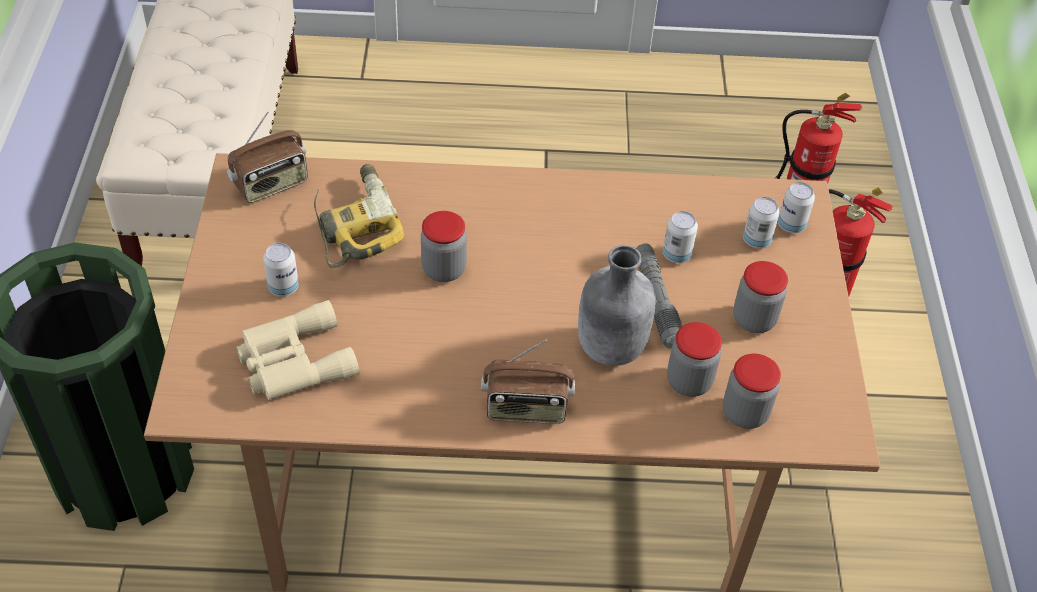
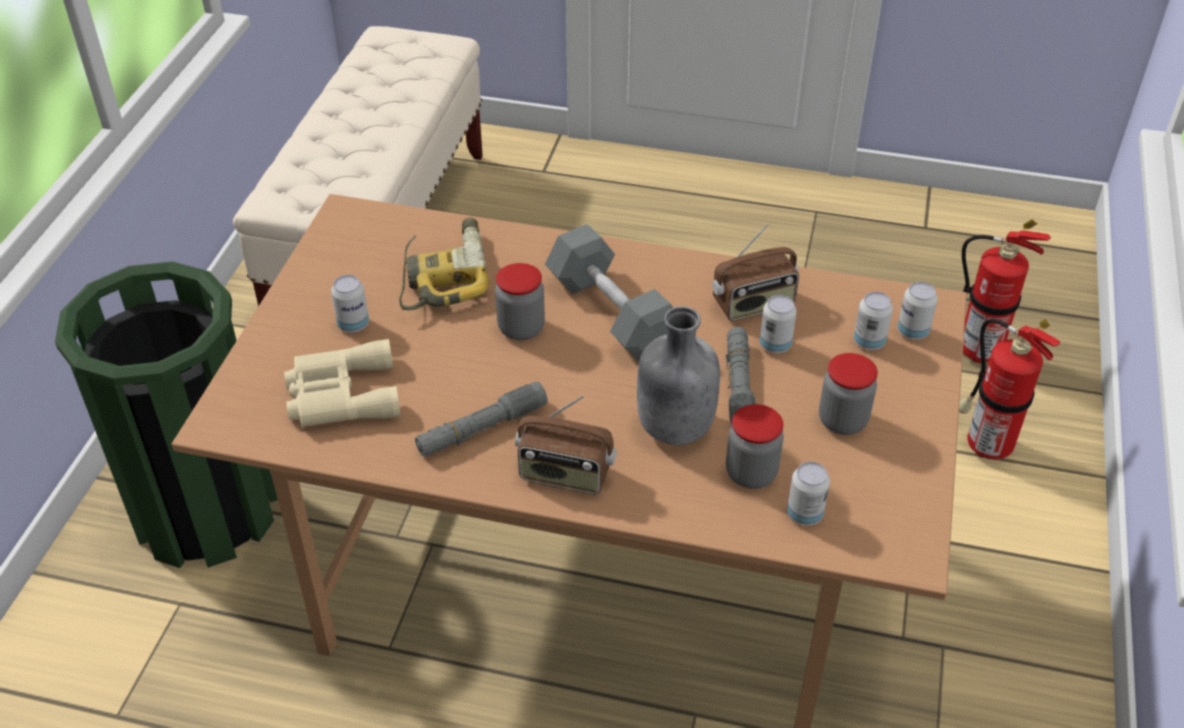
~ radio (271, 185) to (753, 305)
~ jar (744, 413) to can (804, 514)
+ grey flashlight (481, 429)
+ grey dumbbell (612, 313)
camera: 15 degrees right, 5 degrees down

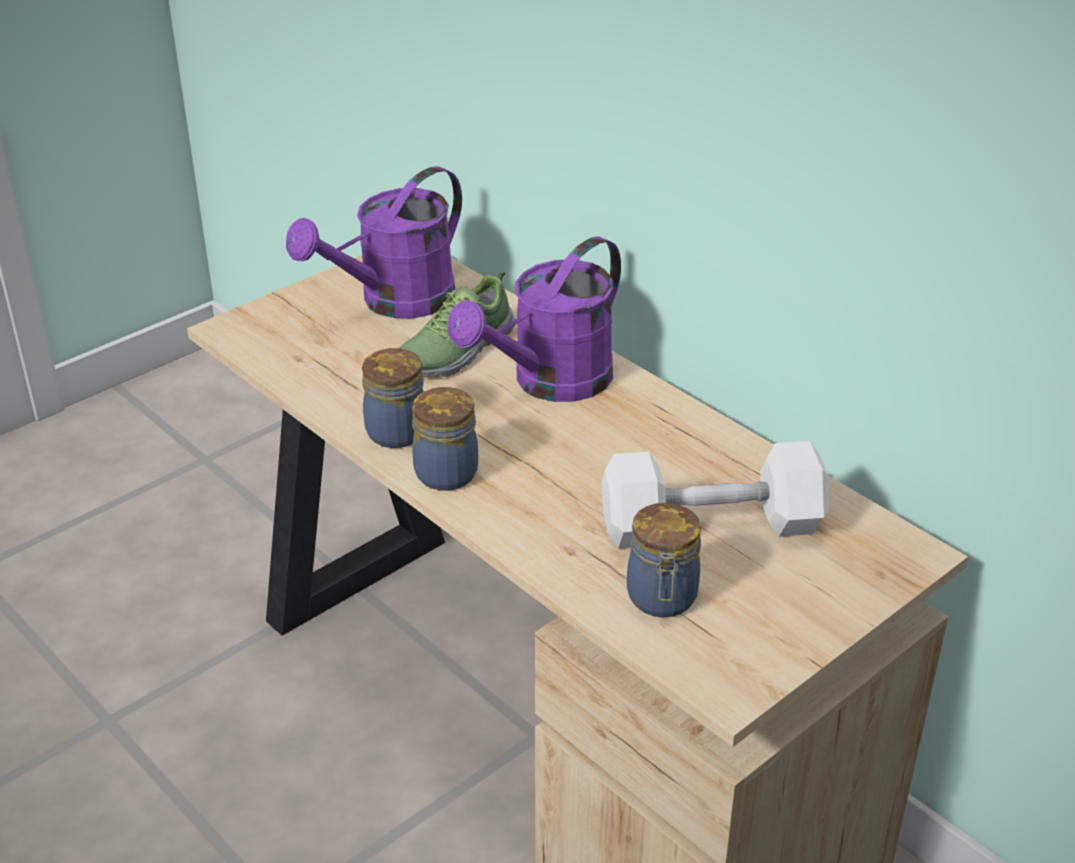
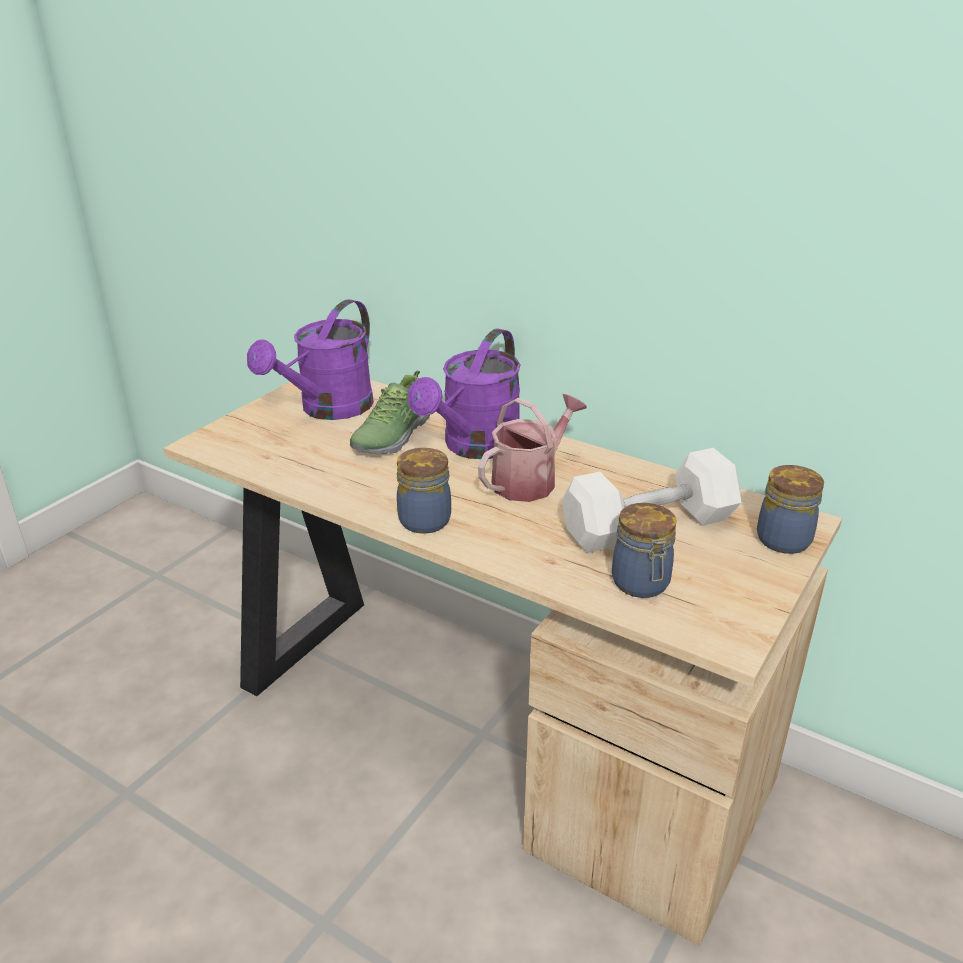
~ jar (397, 430) to (782, 538)
+ watering can (530, 480)
camera: 15 degrees left, 5 degrees down

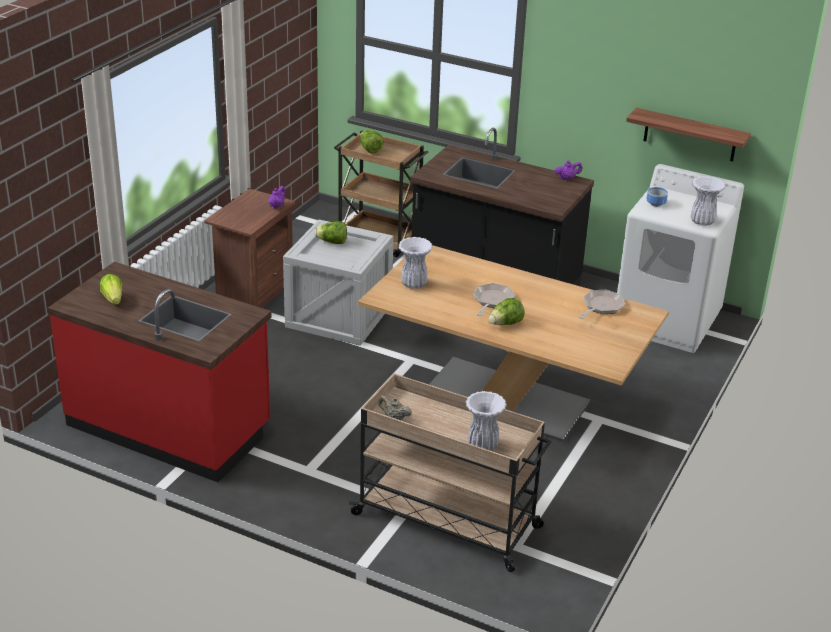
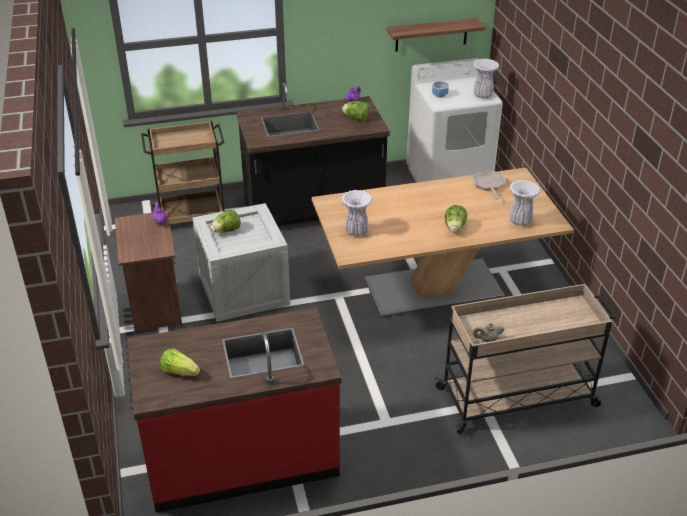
~ lettuce (370, 149) to (356, 118)
~ white vase (483, 446) to (520, 221)
- frying pan (492, 301)
camera: 40 degrees left, 5 degrees up

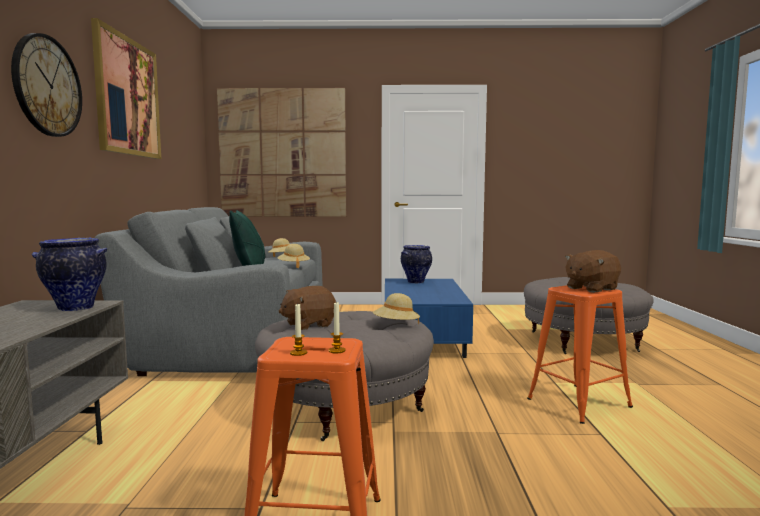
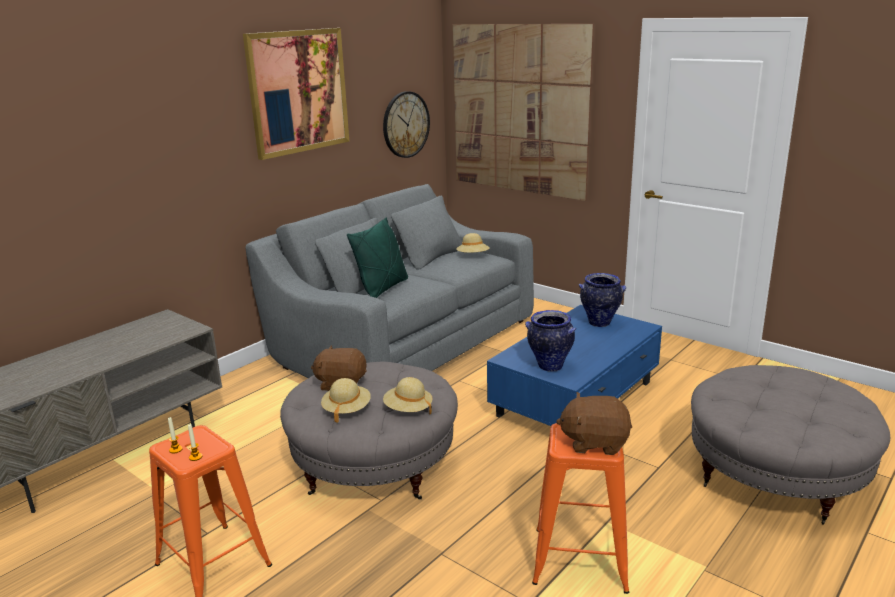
~ wall clock (47, 86) to (405, 124)
~ vase (74, 308) to (549, 366)
~ beige hat (293, 266) to (346, 410)
camera: 40 degrees right, 15 degrees up

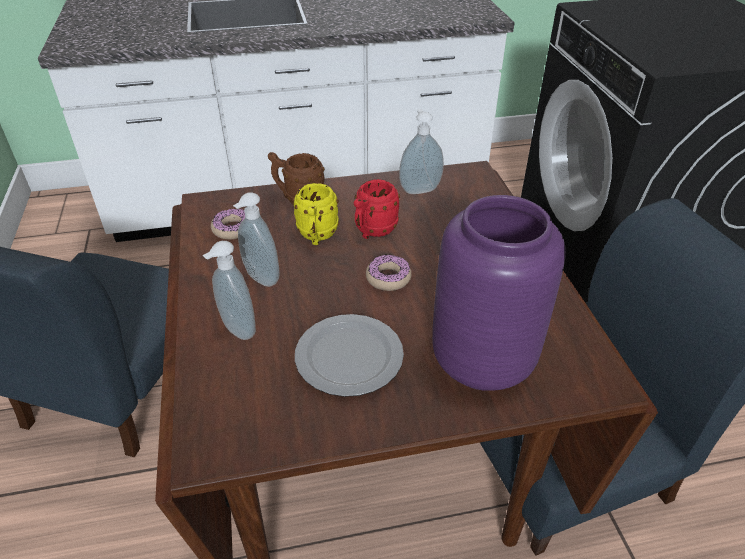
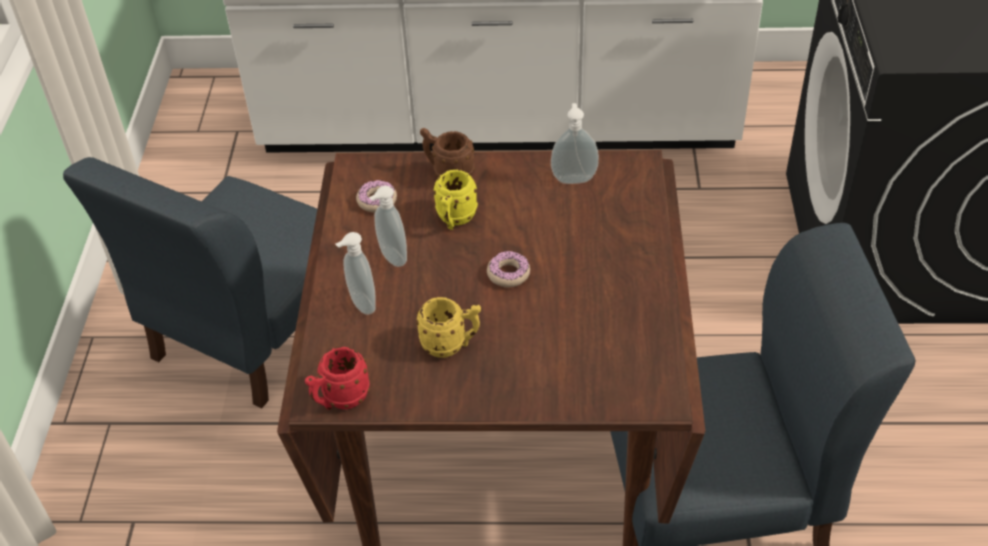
~ plate (350, 358) to yellow mug (451, 344)
~ red mug (373, 231) to (340, 399)
- purple vase (480, 361)
camera: 15 degrees right, 5 degrees up

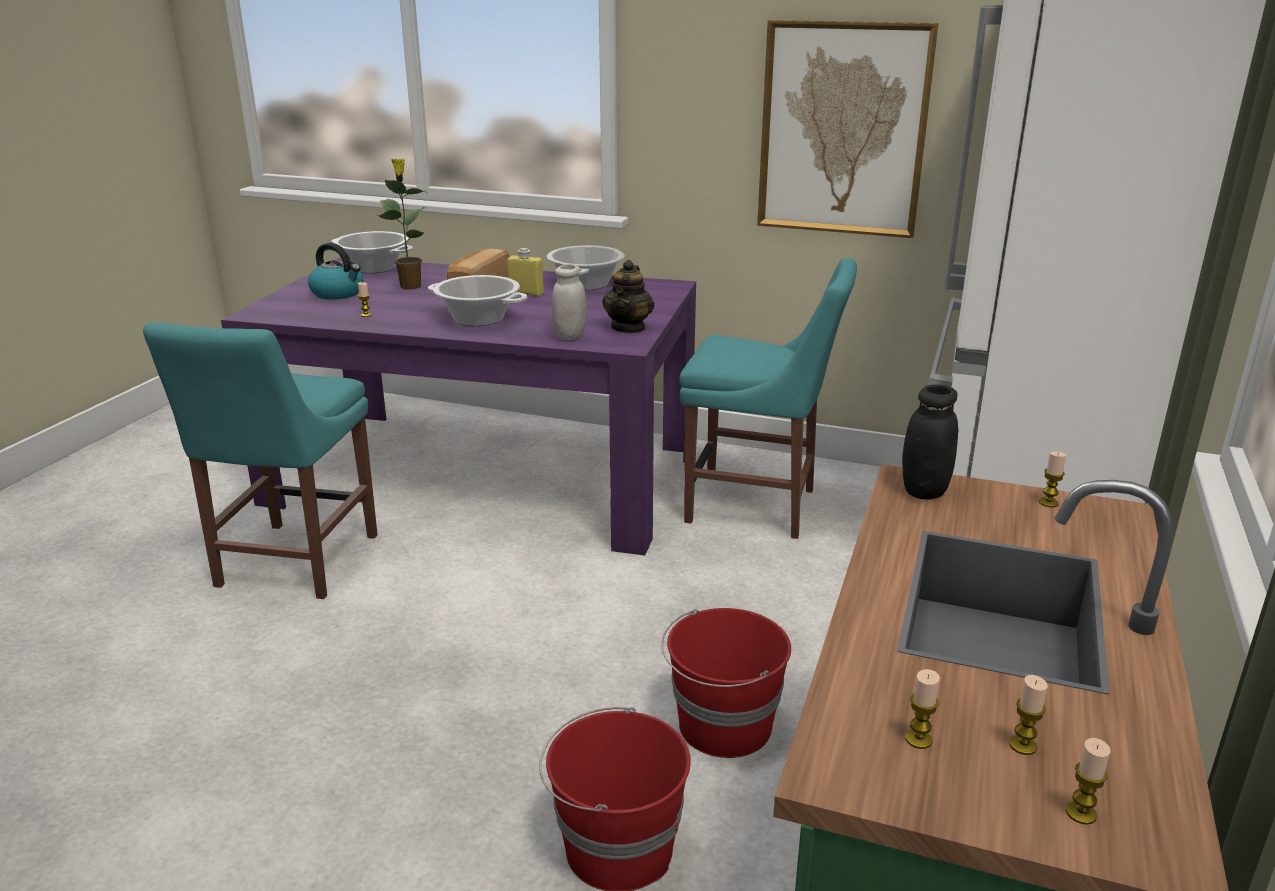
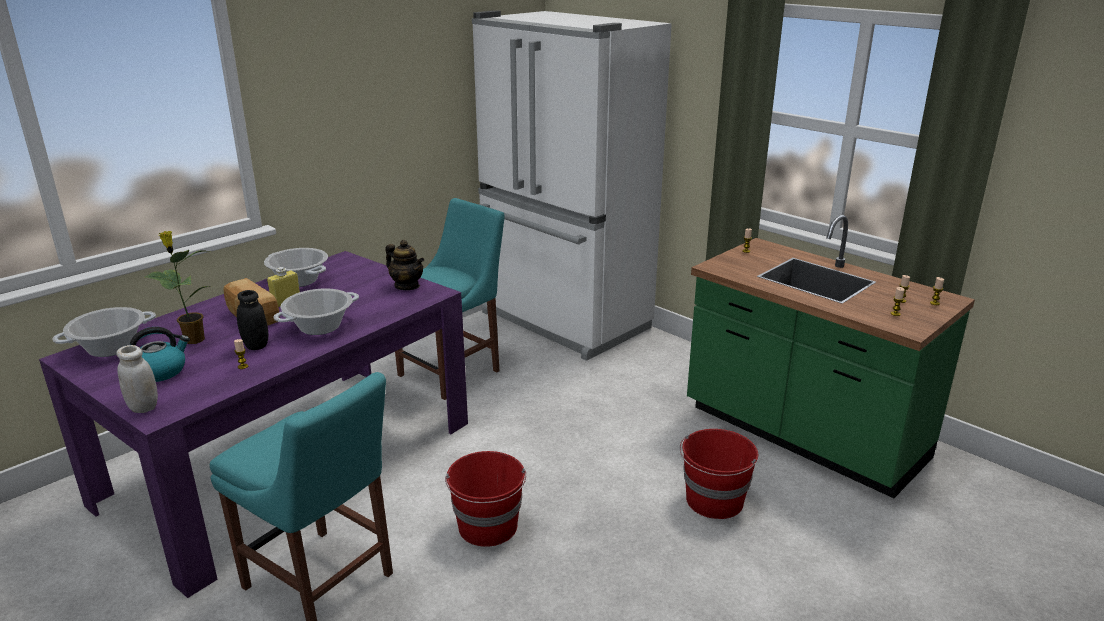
~ white jar (570, 336) to (143, 407)
~ red bucket (723, 727) to (488, 527)
- picture (843, 129)
~ black jar (924, 491) to (256, 345)
camera: 65 degrees left, 0 degrees up

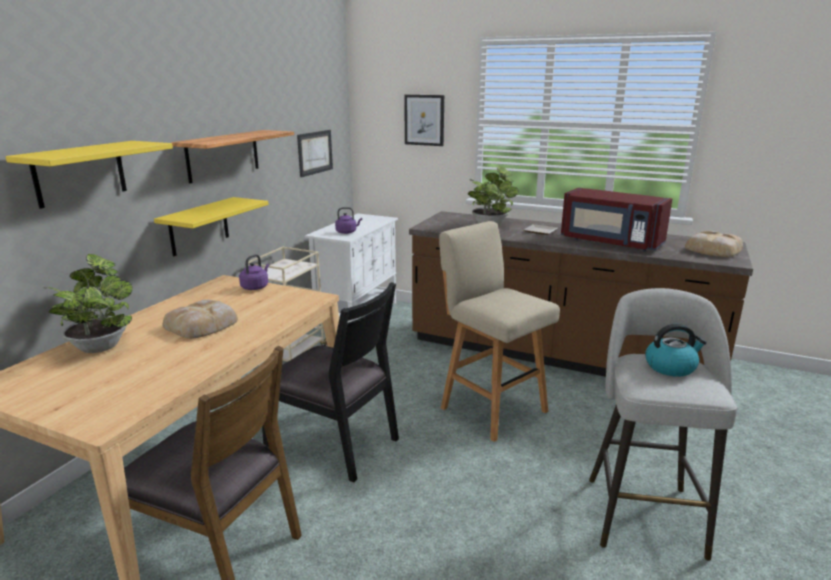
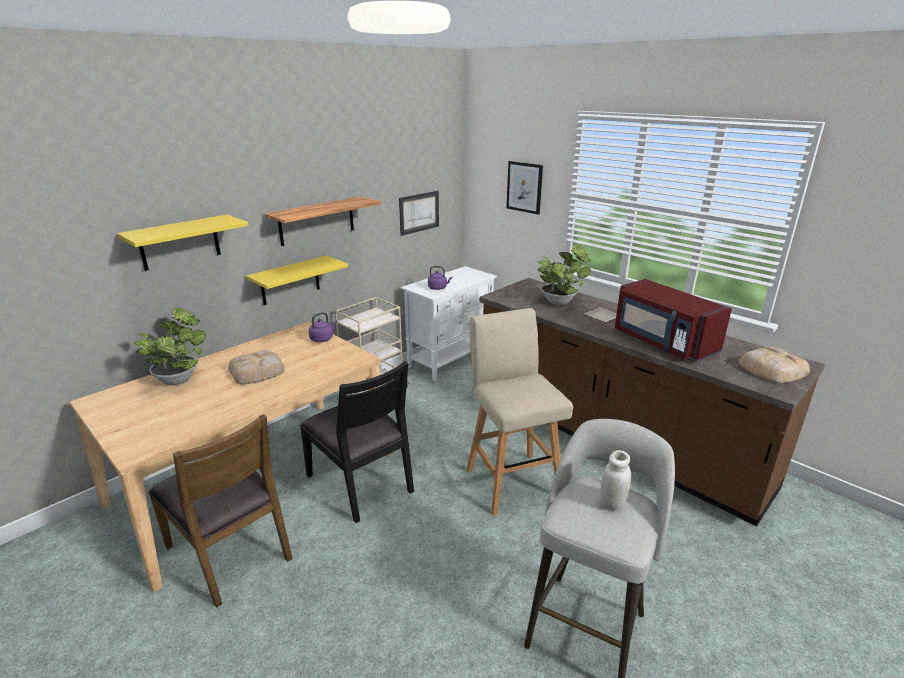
~ kettle (671, 367) to white jar (612, 503)
camera: 20 degrees right, 5 degrees up

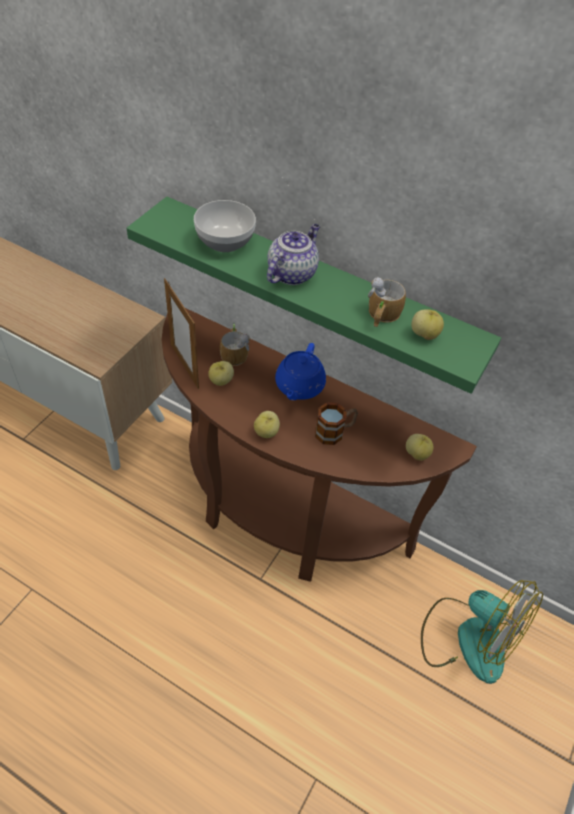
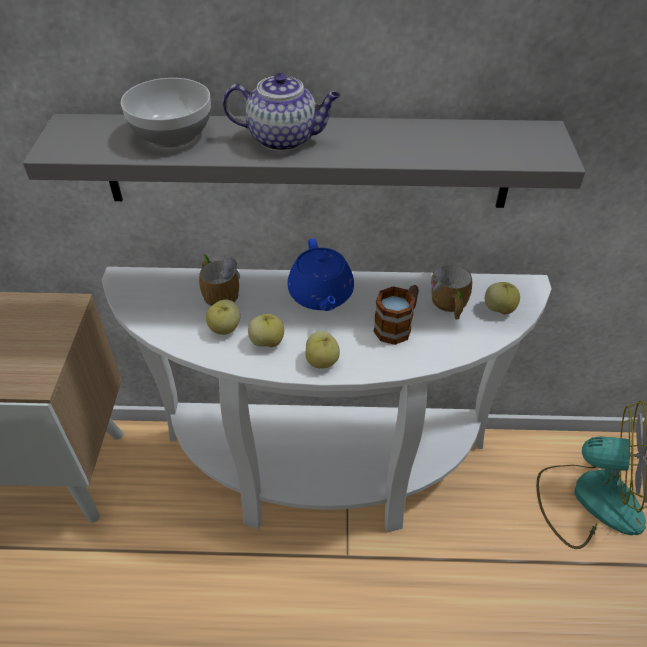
~ green shelf (317, 290) to grey shelf (307, 162)
~ brown console table (280, 515) to white console table (323, 473)
- picture frame (184, 366)
~ teapot (292, 273) = (284, 139) 90 degrees clockwise
~ mug (381, 315) to (450, 305)
~ apple (424, 334) to (267, 341)
camera: 25 degrees left, 5 degrees down

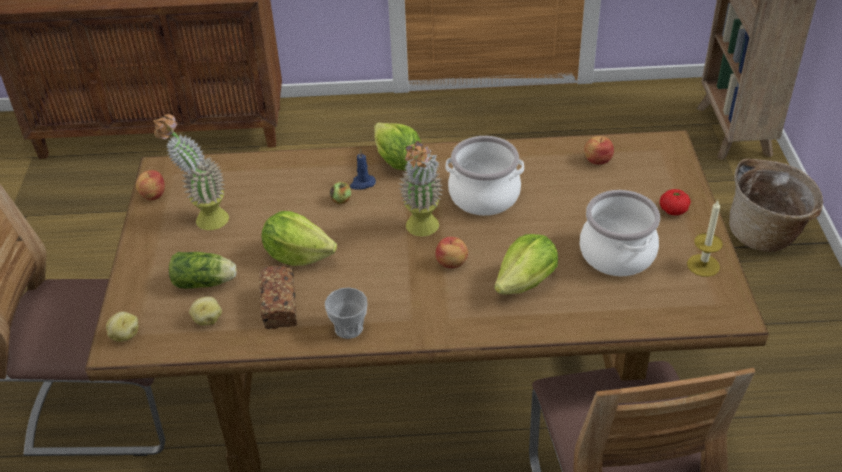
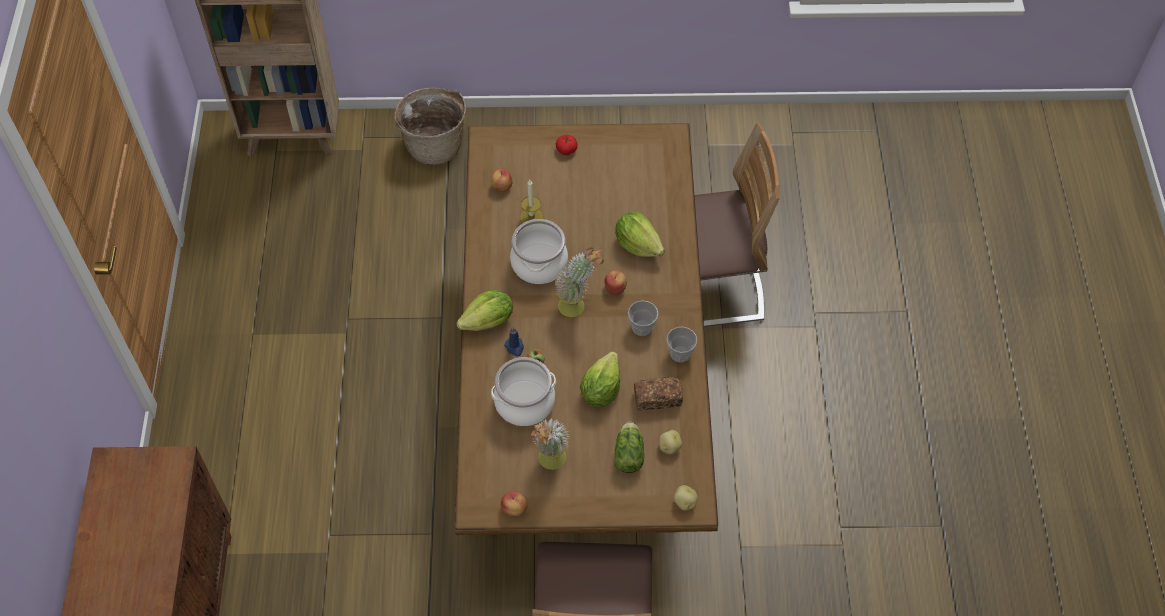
~ cooking pot (618, 254) to (524, 402)
~ candle (703, 265) to (531, 217)
+ cup (642, 327)
camera: 90 degrees left, 15 degrees up

